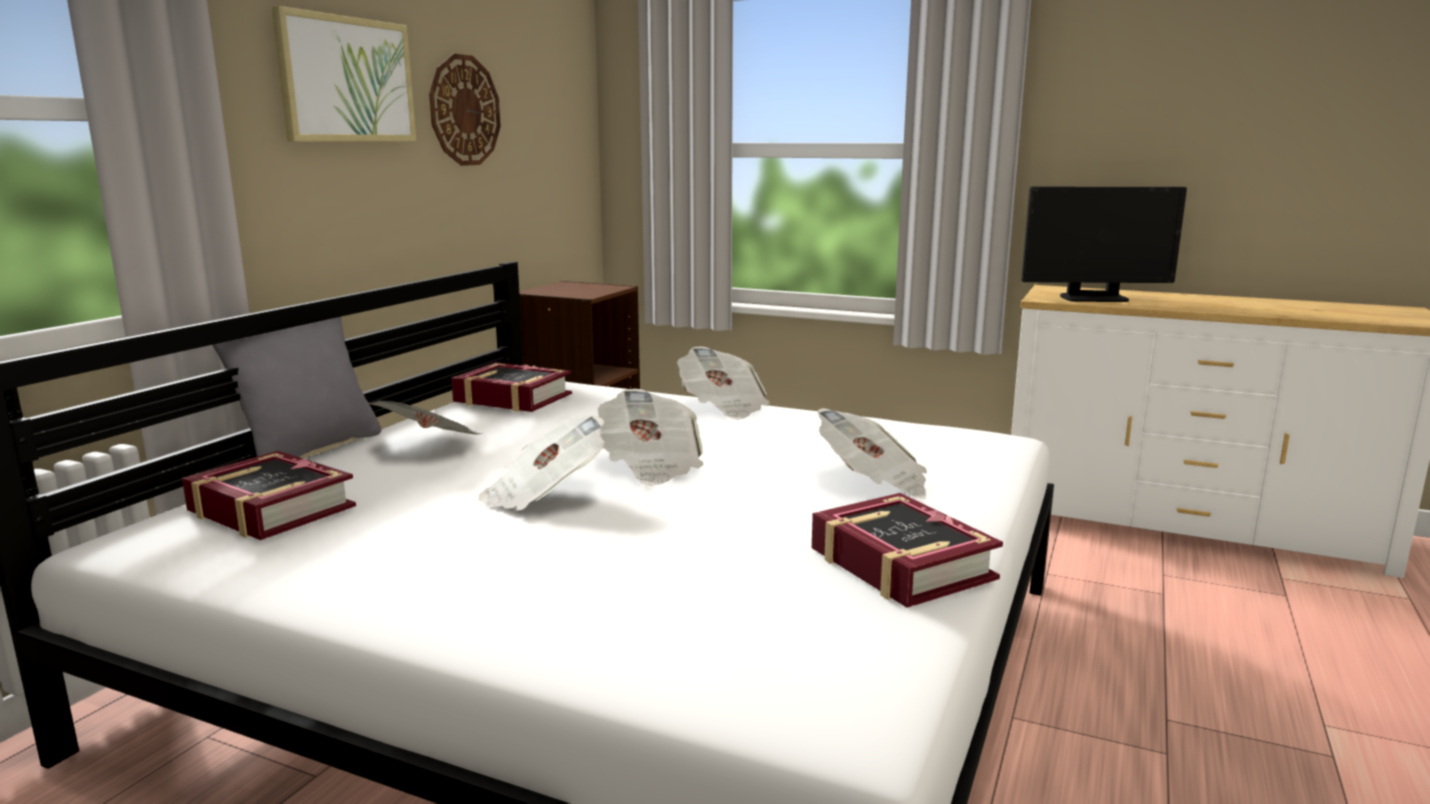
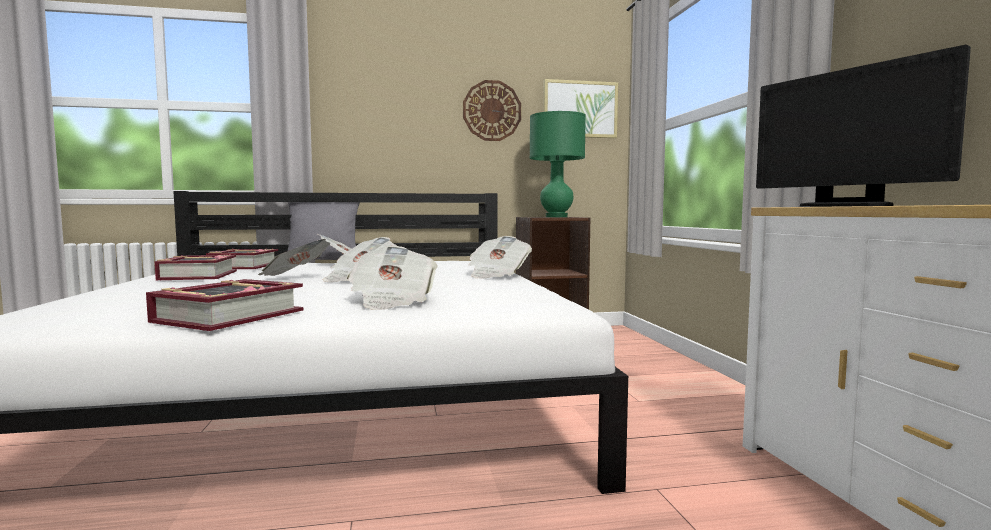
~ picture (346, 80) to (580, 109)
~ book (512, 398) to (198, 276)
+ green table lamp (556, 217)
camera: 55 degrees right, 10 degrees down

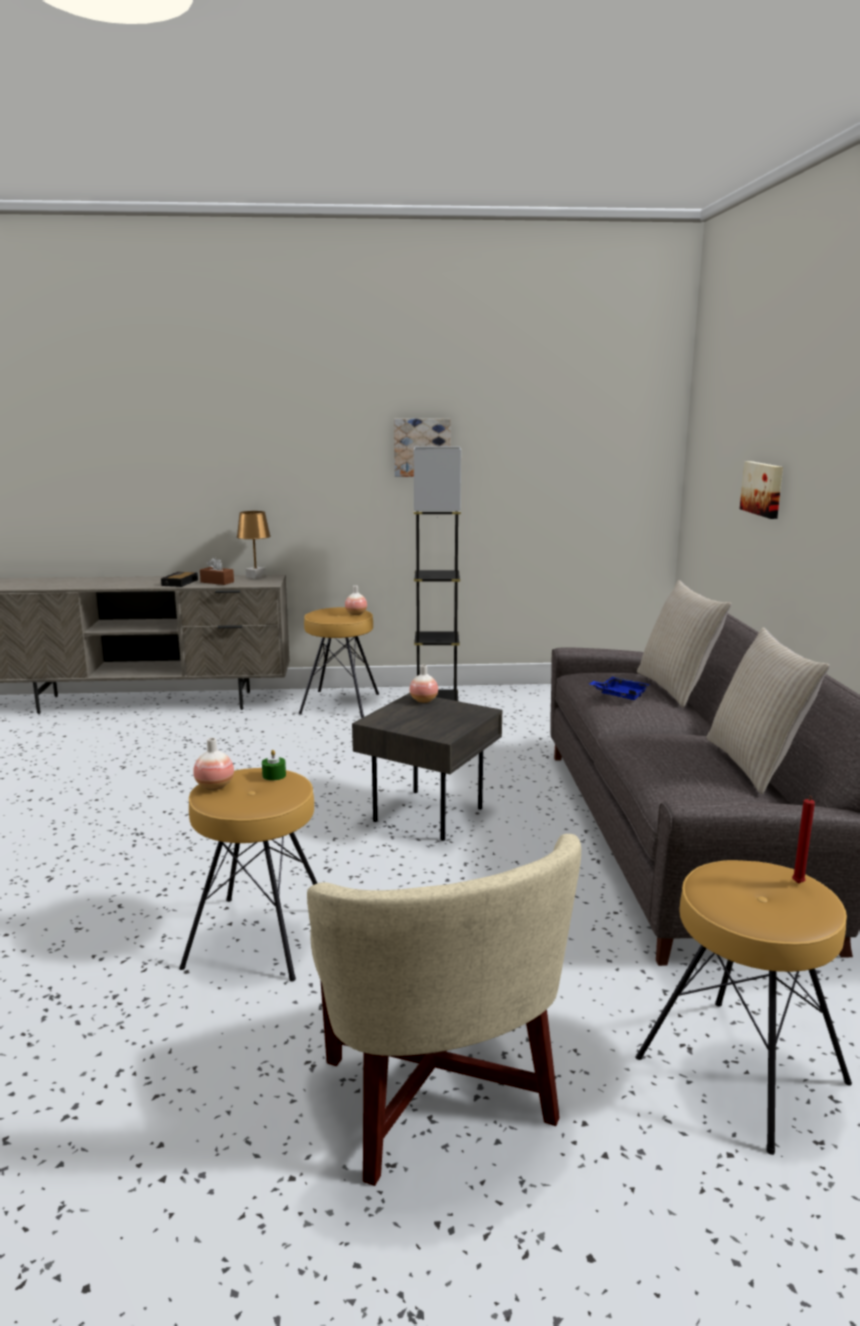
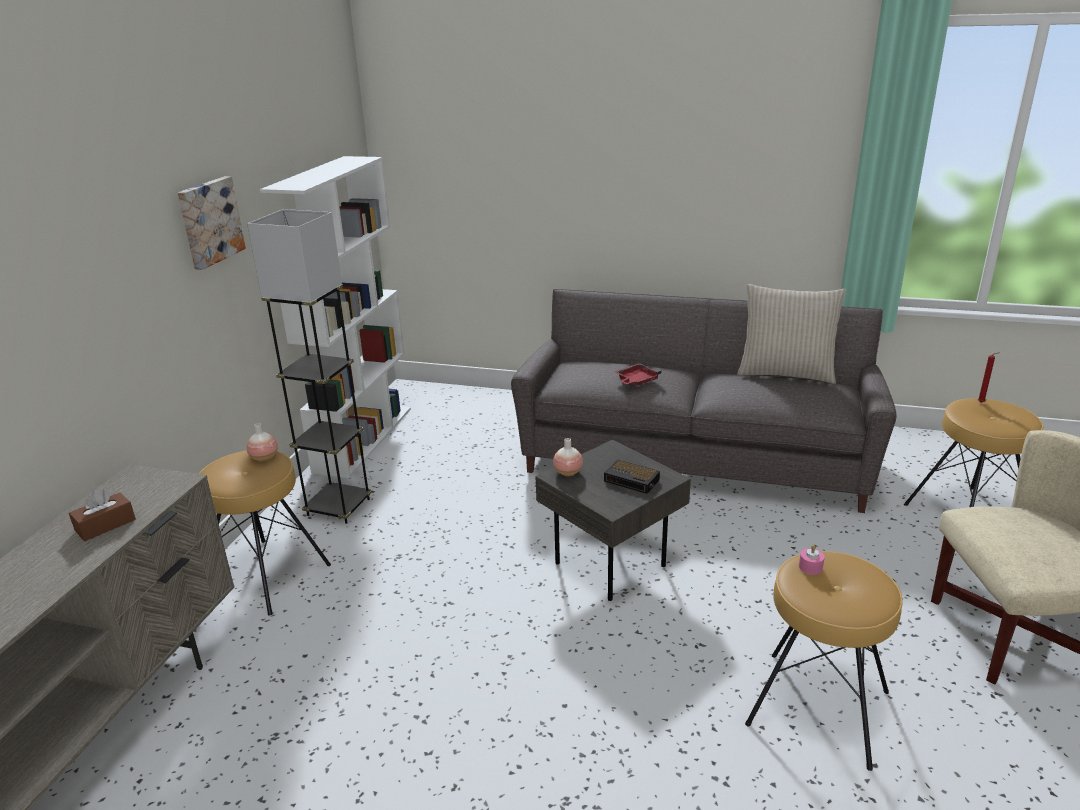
~ alarm clock (179, 583) to (632, 480)
- vase (215, 786)
- brown table lamp (256, 577)
~ green candle (274, 775) to pink candle (810, 567)
~ blue tray (620, 695) to red tray (636, 381)
- beige pillow (676, 688)
- picture (763, 489)
+ white bookcase (363, 438)
camera: 70 degrees left, 10 degrees up

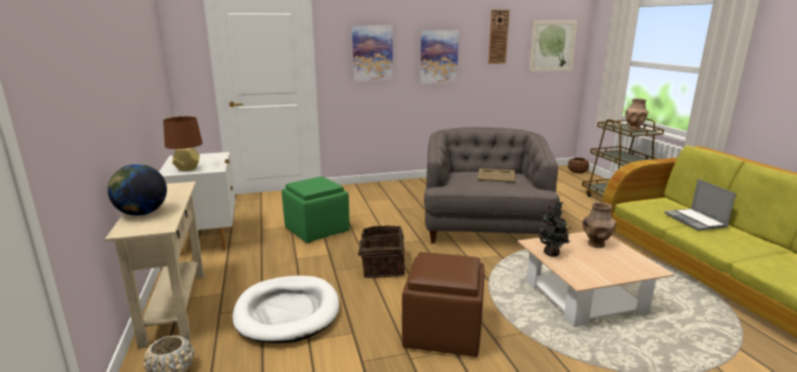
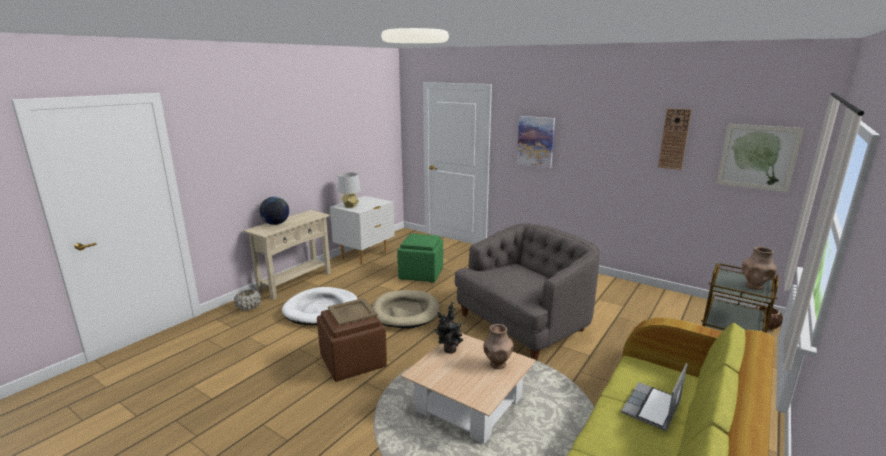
~ brown table lamp (187, 168) to grey table lamp (350, 206)
~ basket (382, 266) to beige dog bed (405, 312)
- picture (438, 57)
~ beige tray (496, 176) to (352, 311)
camera: 50 degrees right, 0 degrees up

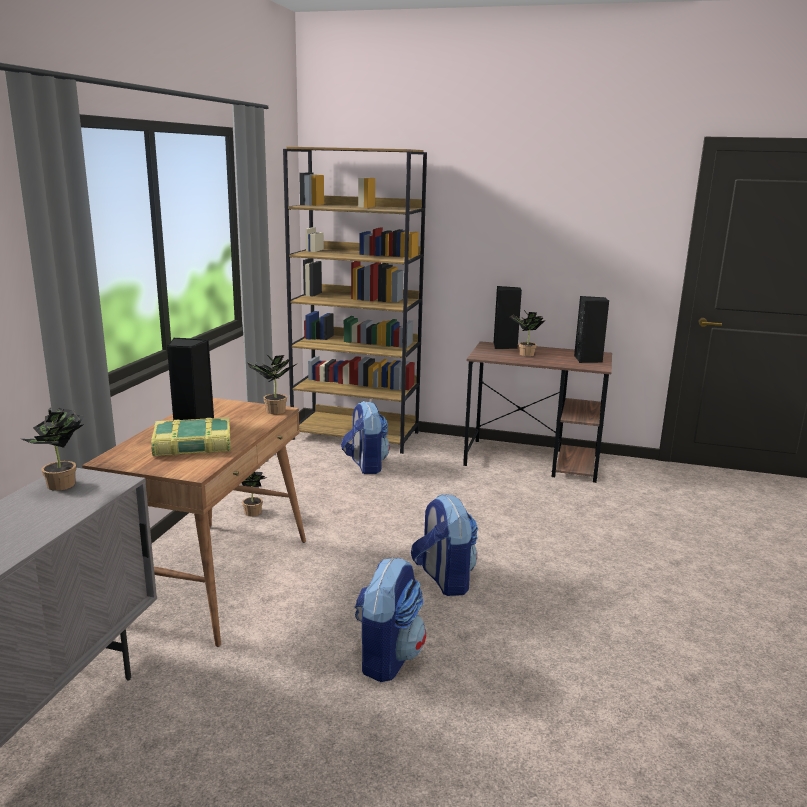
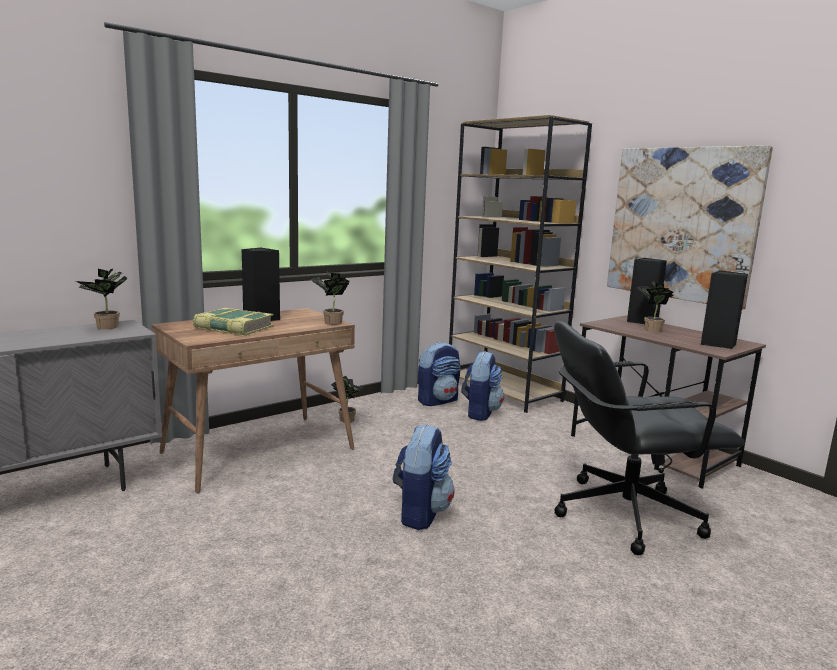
~ backpack (387, 657) to (438, 401)
+ black office chair (624, 514)
+ picture (682, 224)
camera: 35 degrees right, 5 degrees down

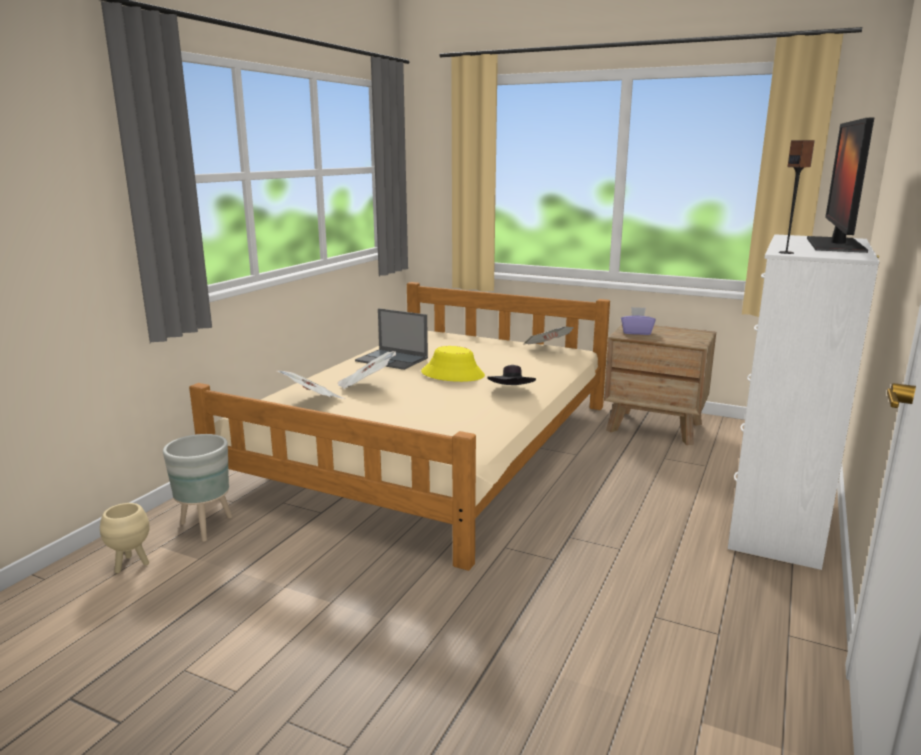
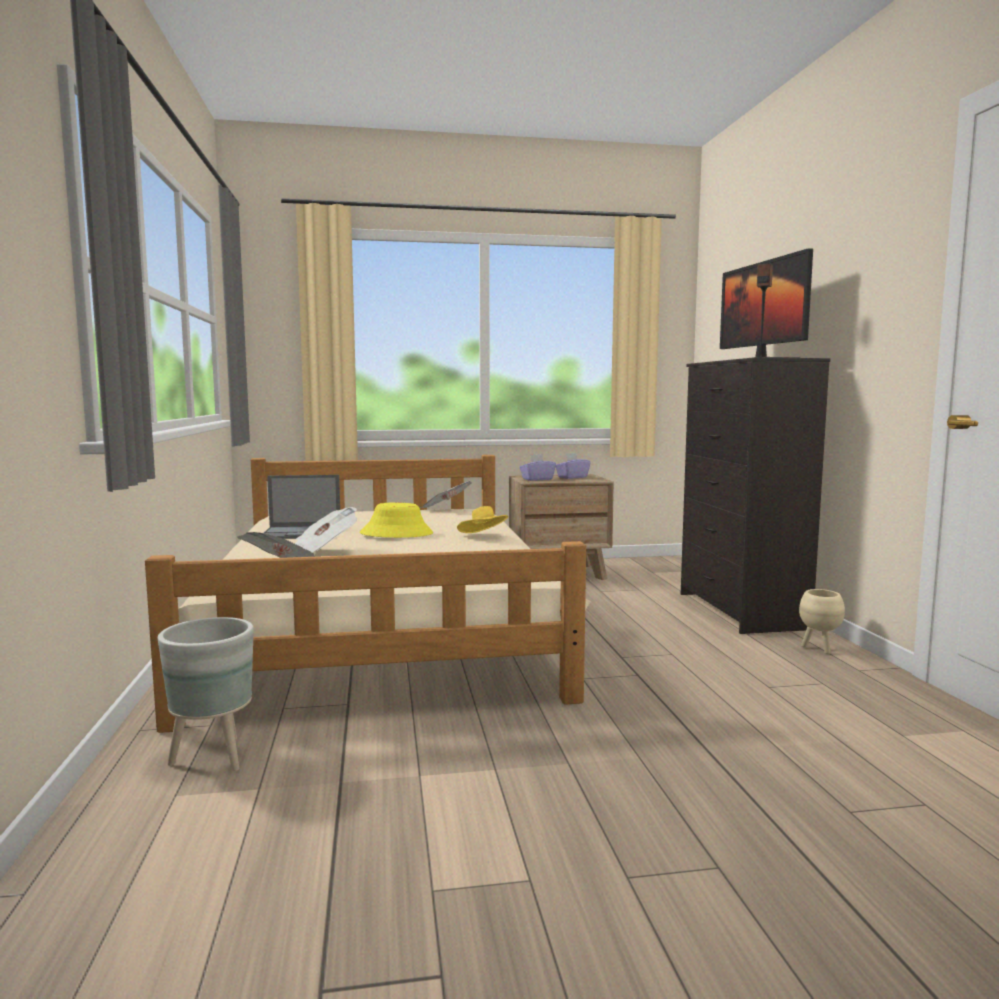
~ beige planter (131, 565) to (819, 649)
~ black hat (511, 392) to yellow hat (483, 536)
~ white dresser (775, 521) to black dresser (740, 611)
+ purple tissue box (572, 477)
camera: 35 degrees left, 10 degrees down

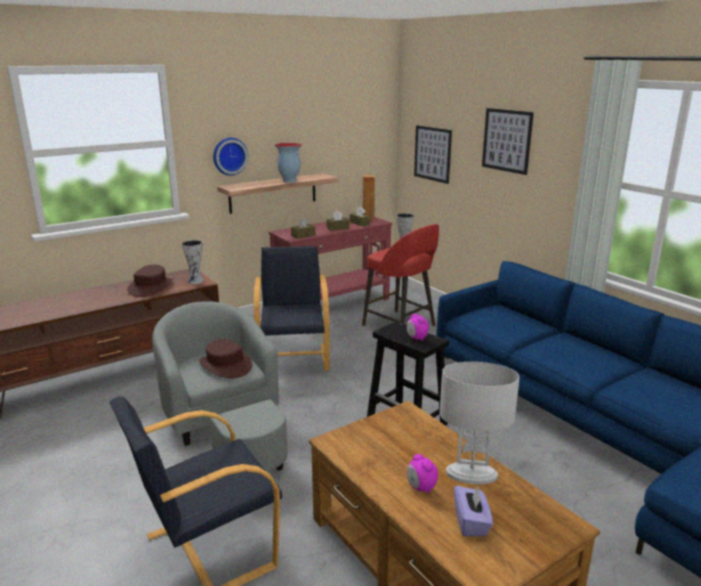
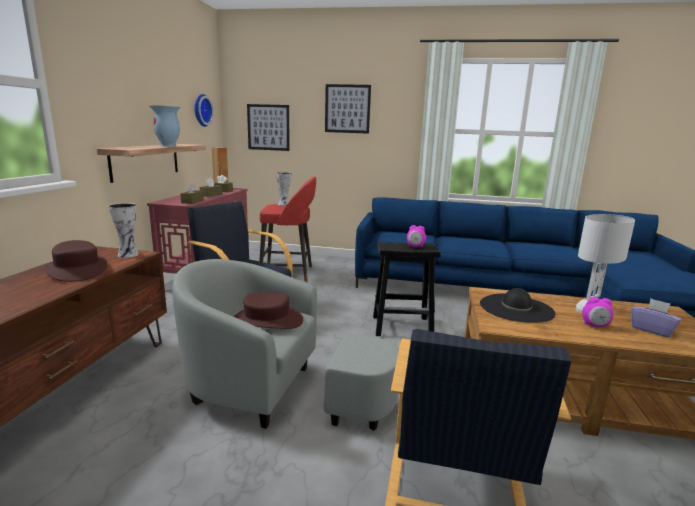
~ wall clock (229, 156) to (201, 110)
+ black hat (516, 308)
camera: 45 degrees left, 5 degrees down

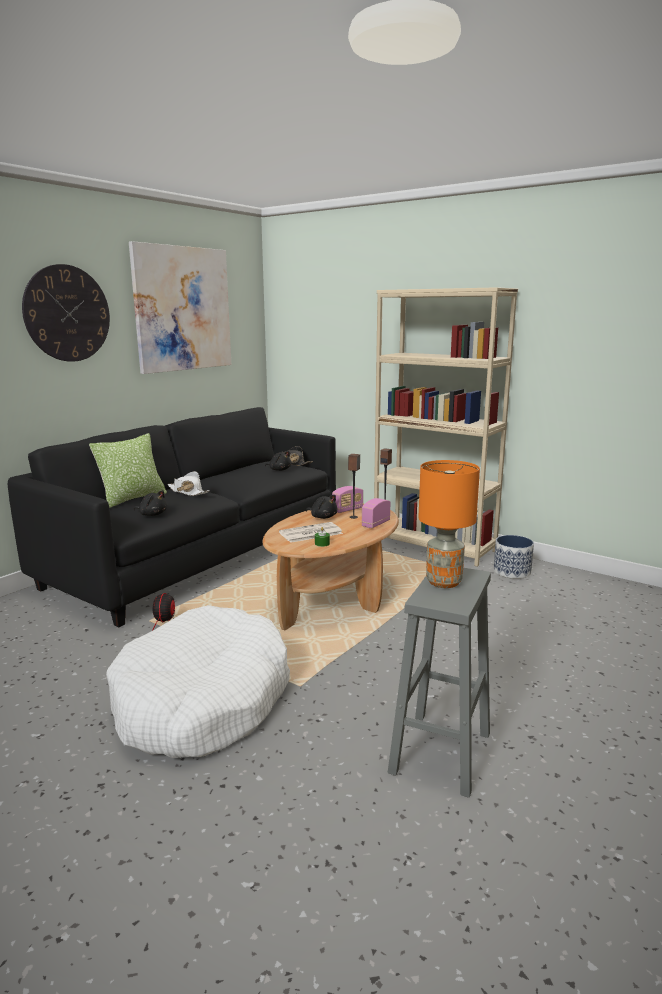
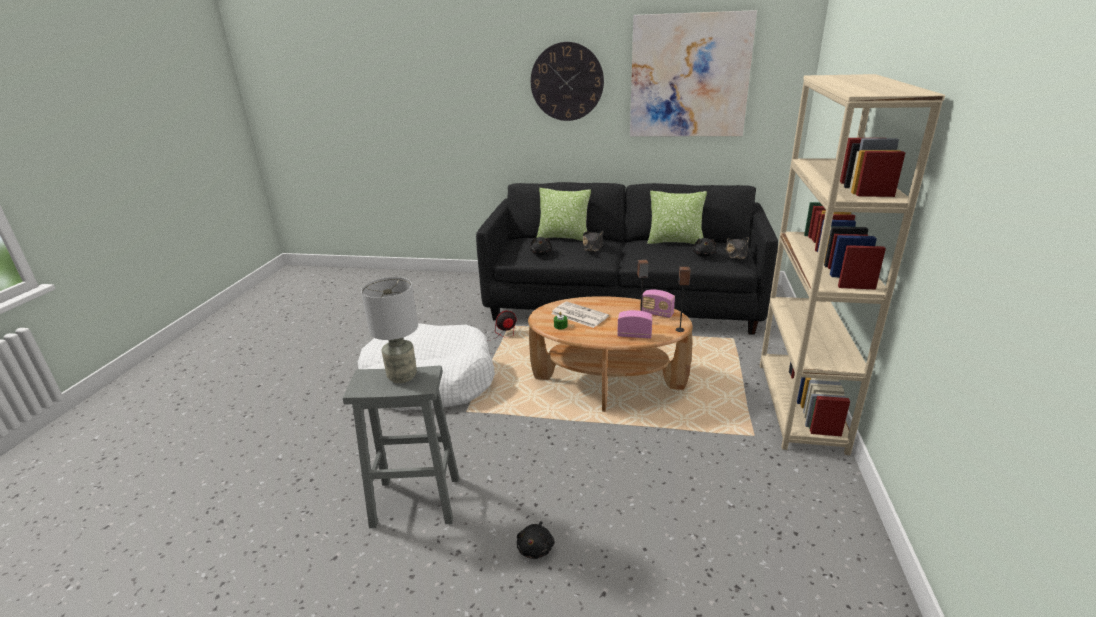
~ white hat (188, 492) to black hat (593, 246)
~ black plush toy (323, 517) to (536, 548)
~ orange table lamp (443, 582) to grey table lamp (402, 376)
- planter (512, 572)
+ pillow (675, 242)
camera: 65 degrees right, 10 degrees up

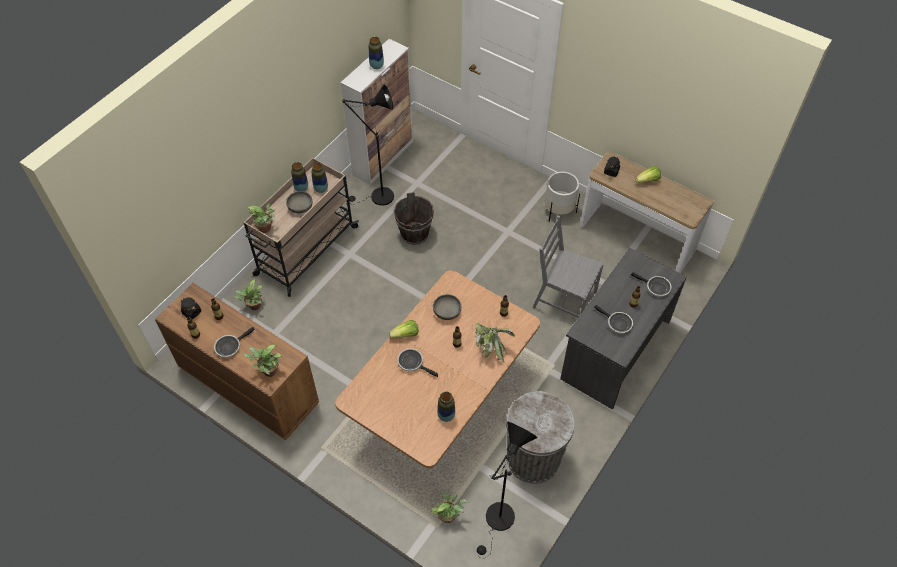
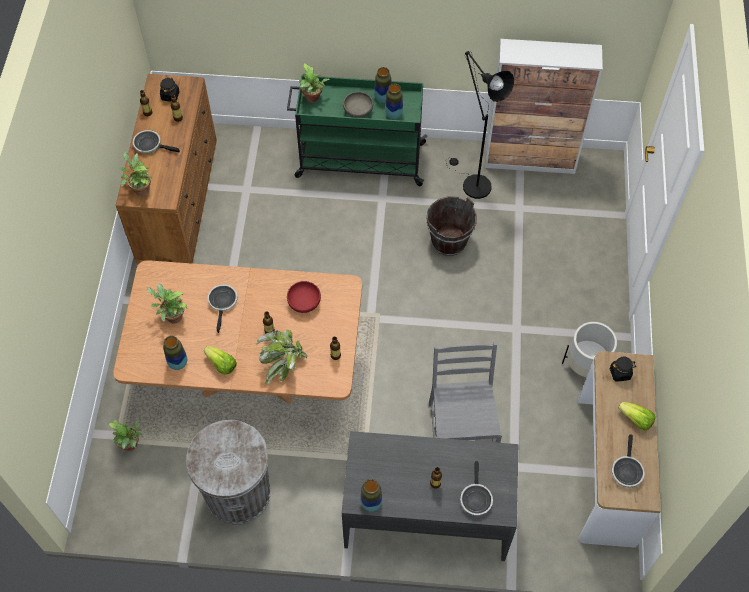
~ potted plant (254, 307) to (172, 317)
~ beige cart (305, 251) to green cart (359, 160)
~ vase (376, 66) to (371, 503)
~ lettuce (405, 335) to (221, 364)
~ grey bowl (447, 312) to red bowl (304, 302)
- black floor lamp (498, 522)
~ frying pan (617, 324) to (626, 470)
camera: 60 degrees right, 5 degrees up

